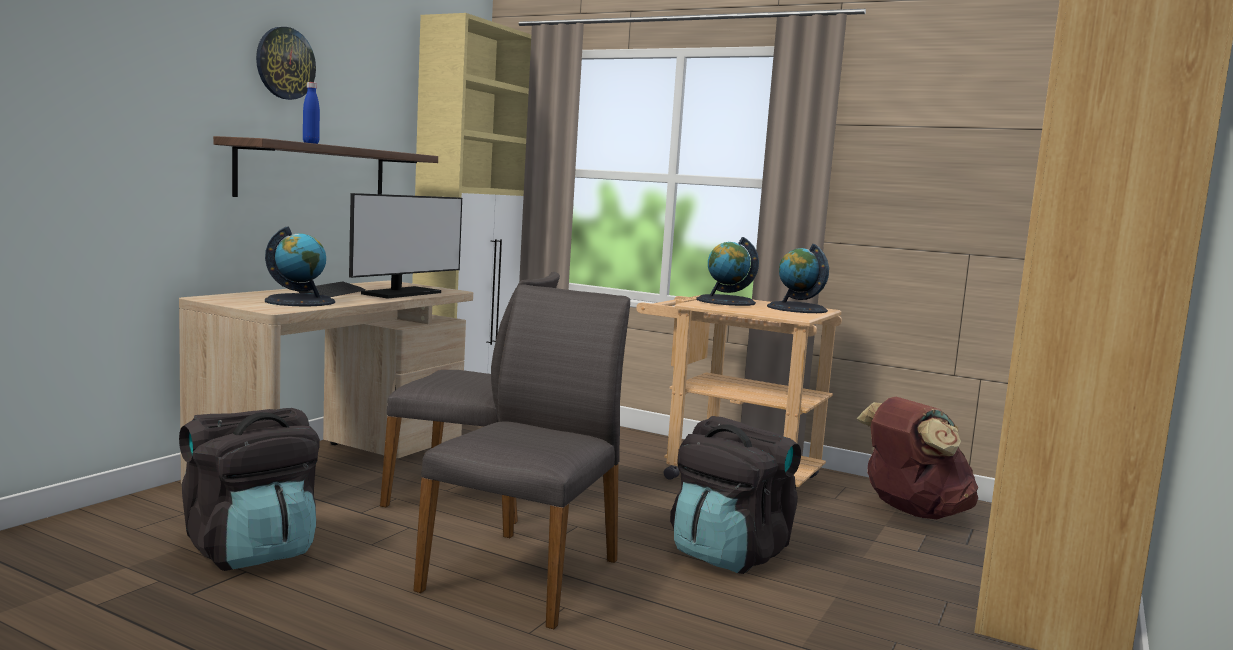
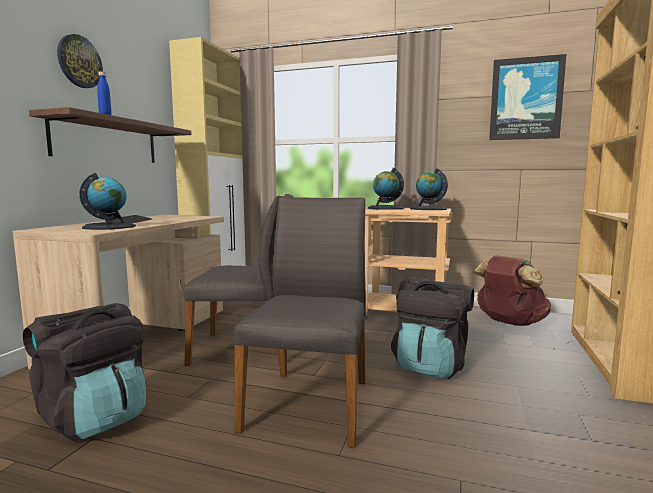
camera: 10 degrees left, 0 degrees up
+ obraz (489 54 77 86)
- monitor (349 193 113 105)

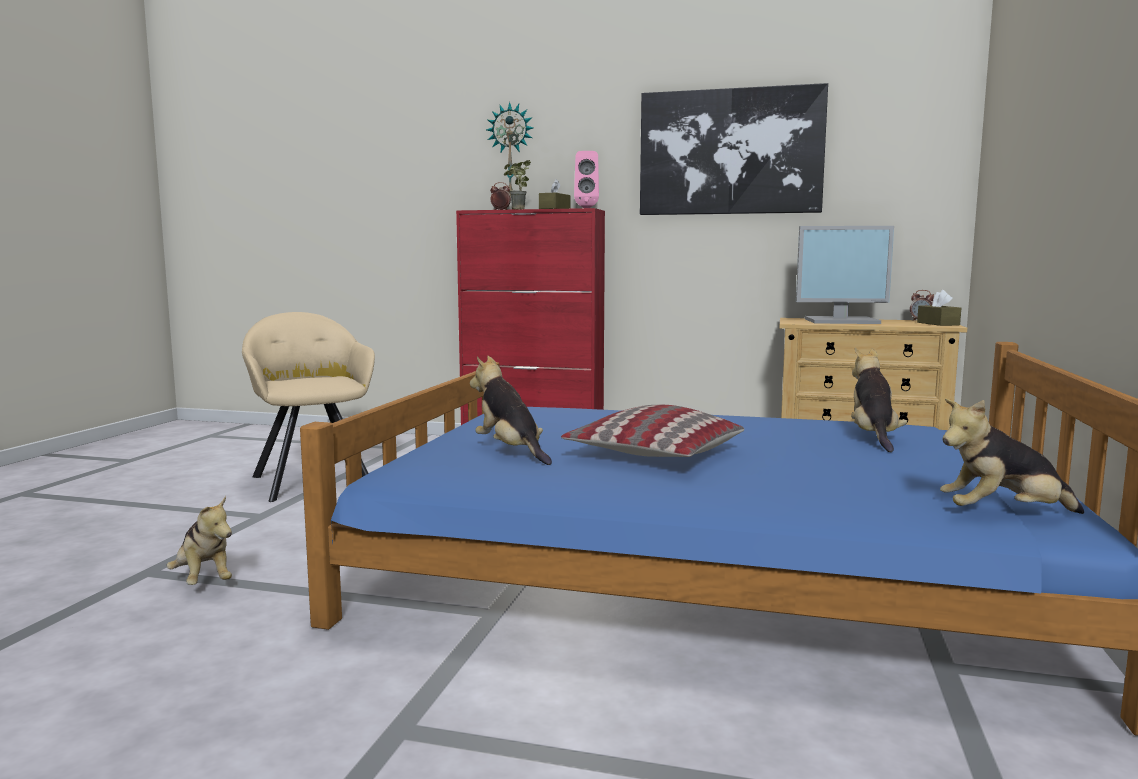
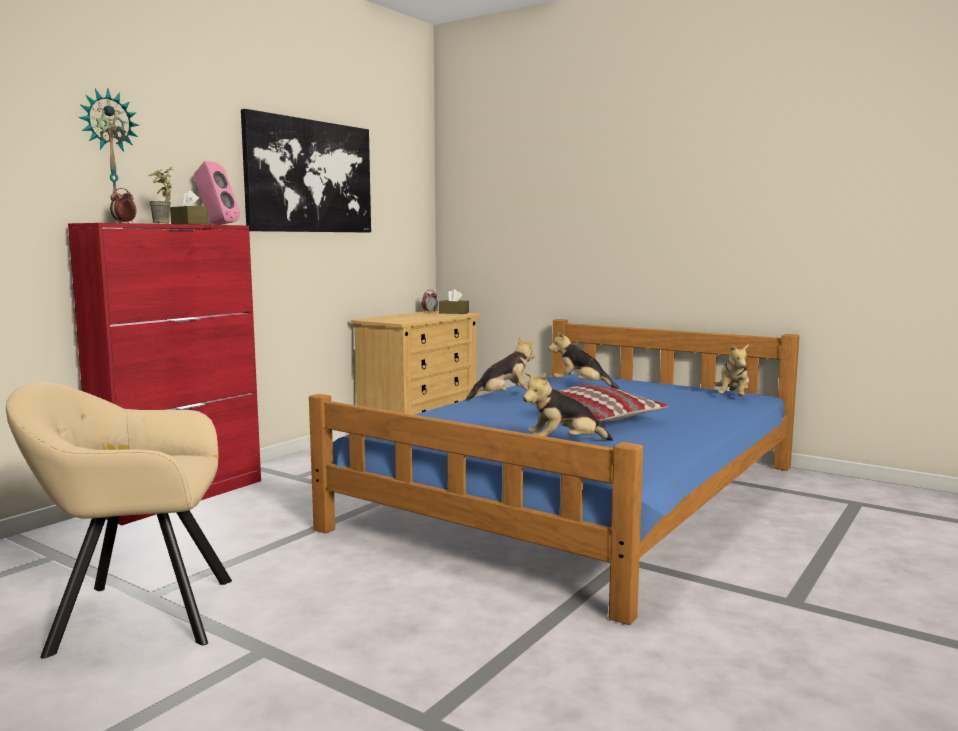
camera: 70 degrees left, 0 degrees up
~ pluszak (167 496 65 89) to (465 337 70 64)
- monitor (796 226 98 98)

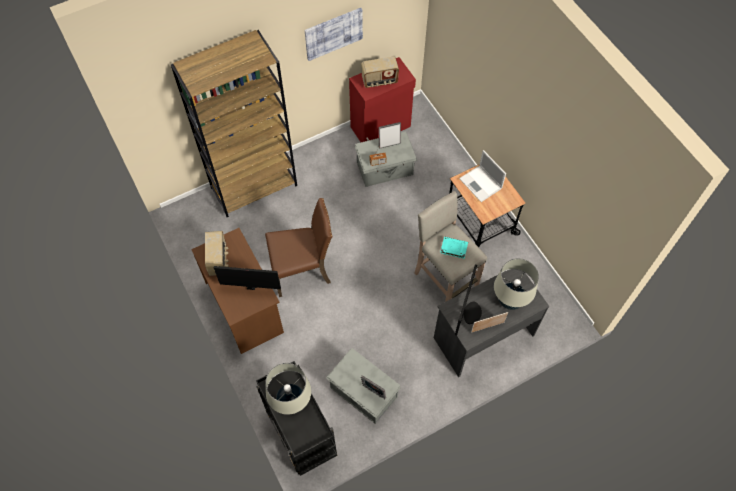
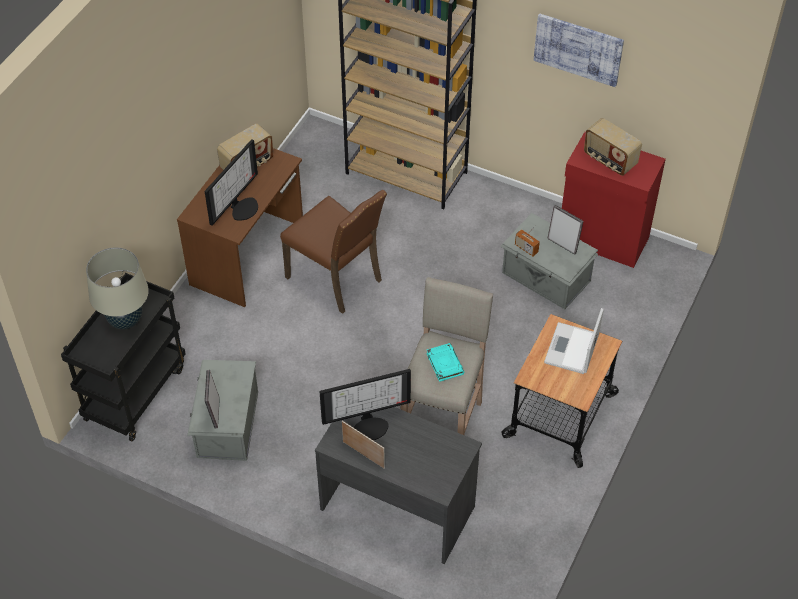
camera: 55 degrees right, 10 degrees down
~ monitor (214 266 67 24) = (205 139 53 86) 60 degrees clockwise
- lampa stołowa/beżowy (494 258 45 52)

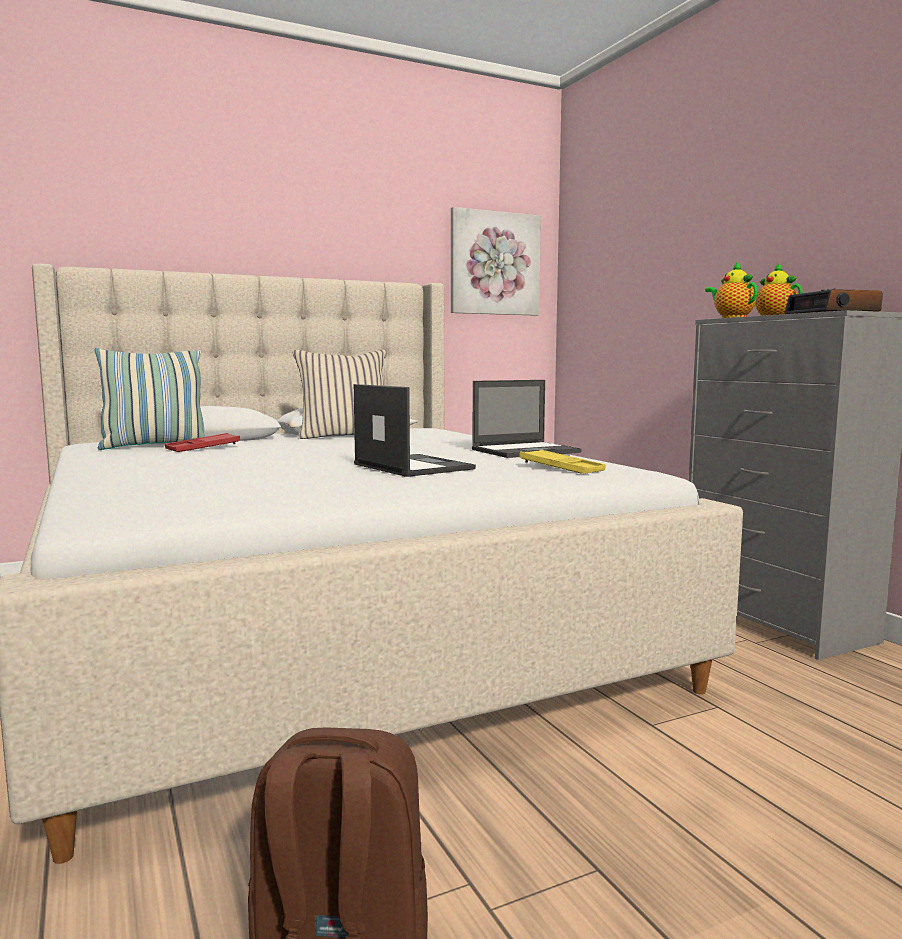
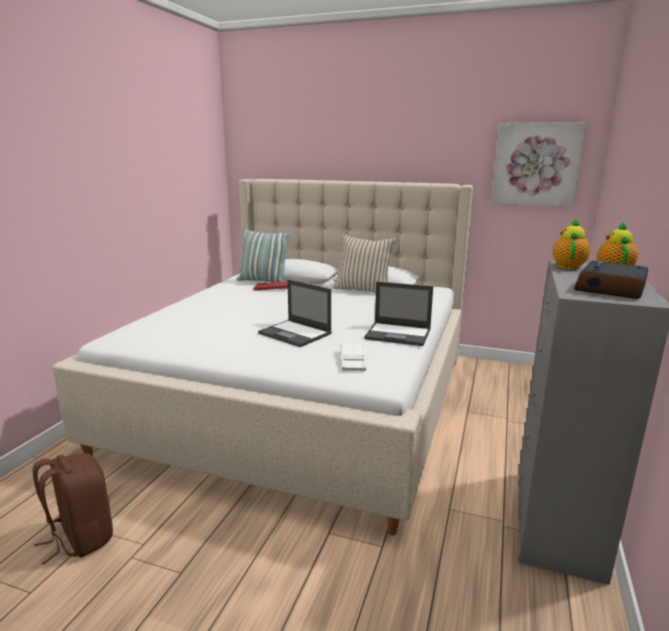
camera: 45 degrees right, 10 degrees up
~ laptop (354 384 122 93) = (258 280 74 67) 120 degrees clockwise
~ taca/żółty (519 450 86 24) to taca/biały (341 342 25 29)

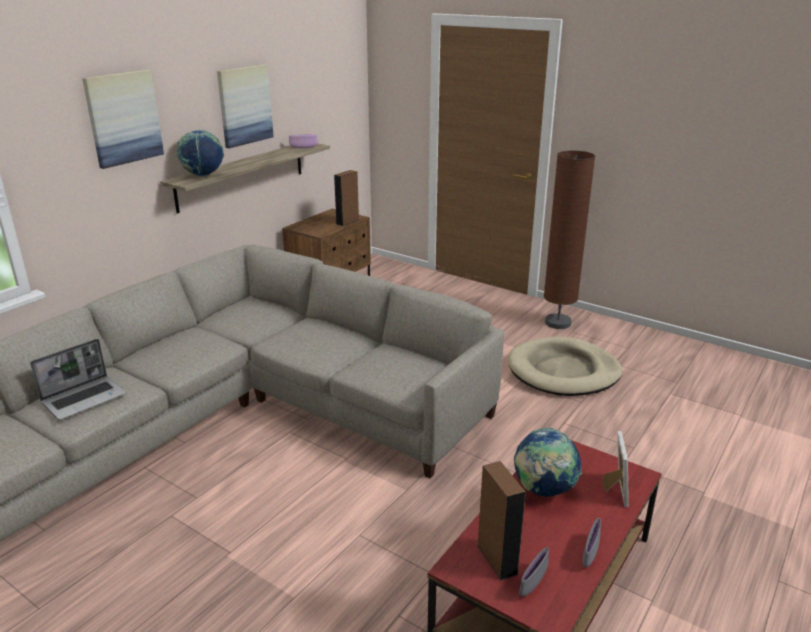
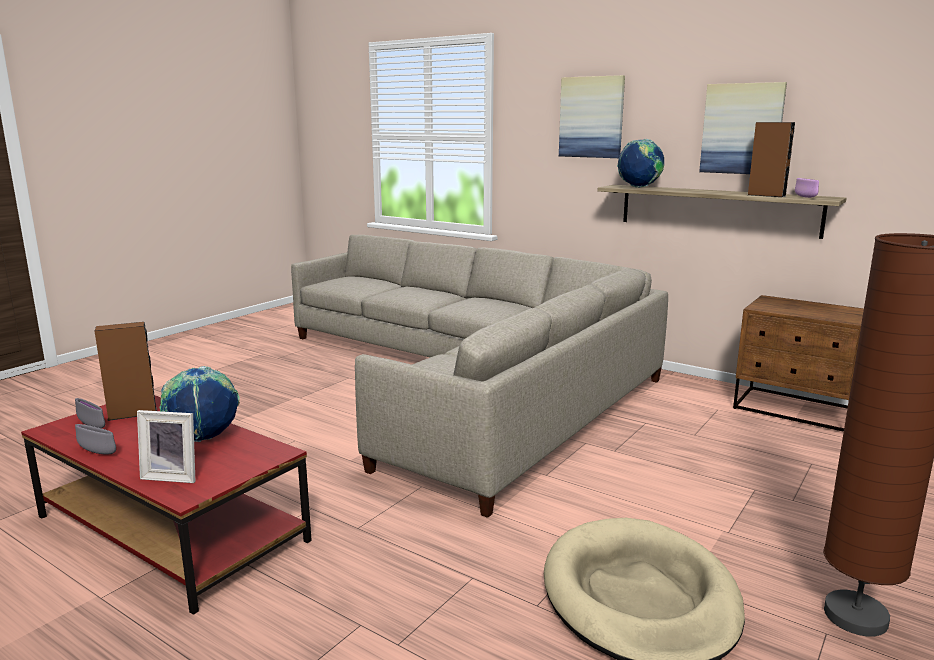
camera: 90 degrees right, 10 degrees down
~ głośnik/brązowy (334 170 25 56) to (748 122 47 75)
- laptop (30 339 96 81)

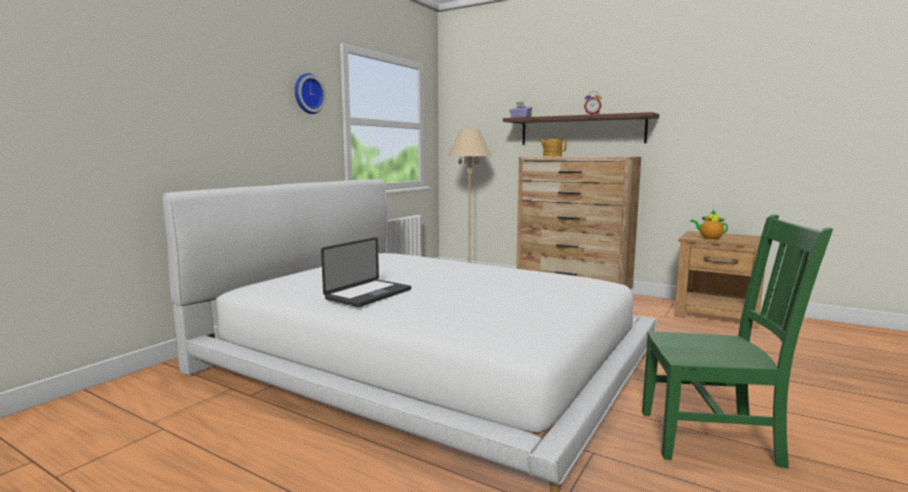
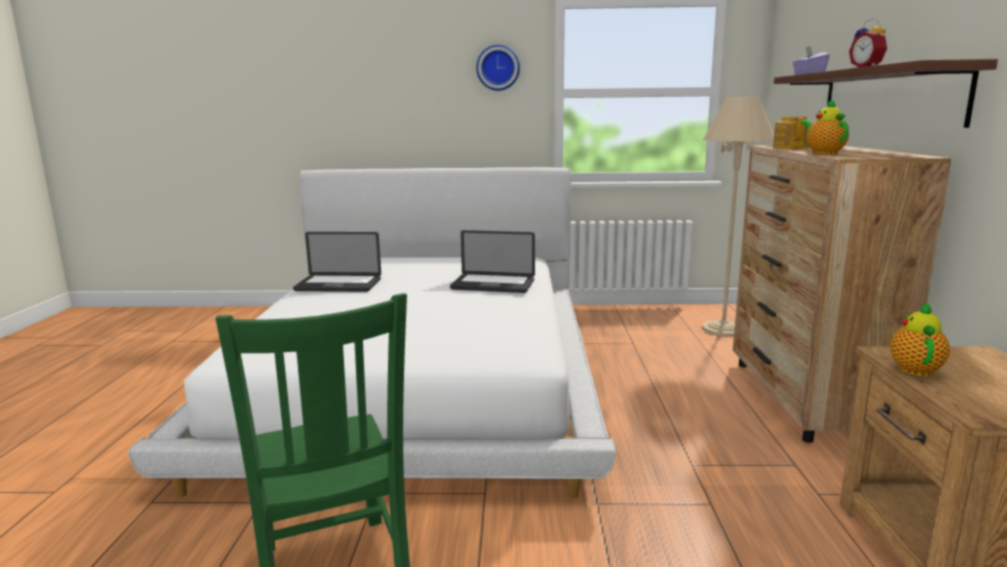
camera: 60 degrees right, 5 degrees up
+ laptop (450 230 85 63)
+ imbryk (801 99 48 56)

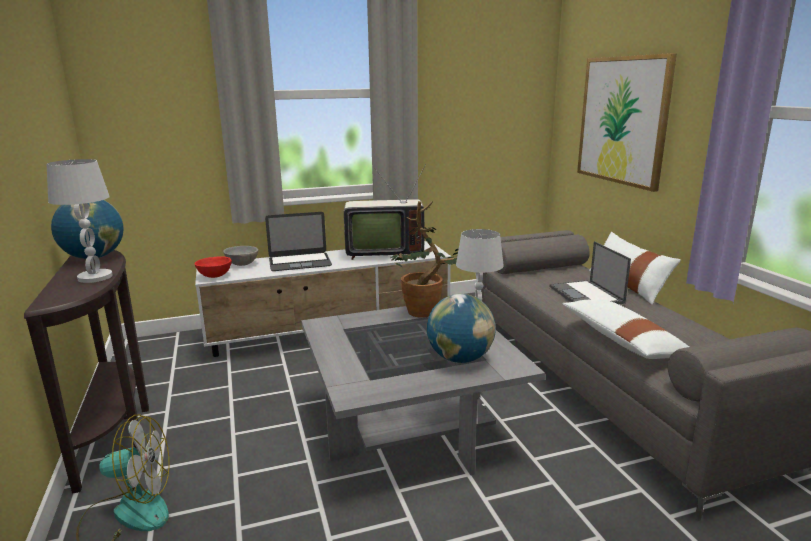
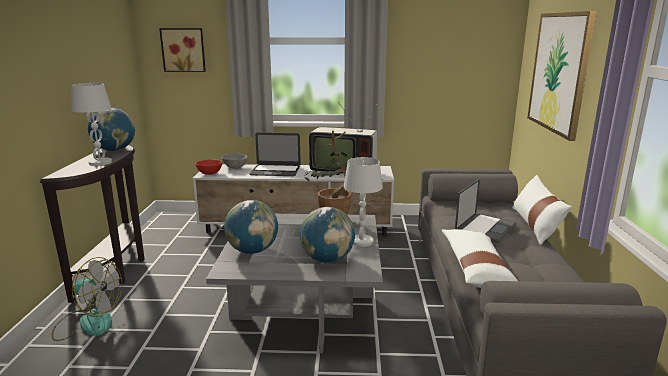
camera: 20 degrees right, 0 degrees up
+ obraz (159 28 47 44)
+ globus (224 200 54 54)
~ laptop (550 241 81 63) = (455 179 62 64) 150 degrees counterclockwise

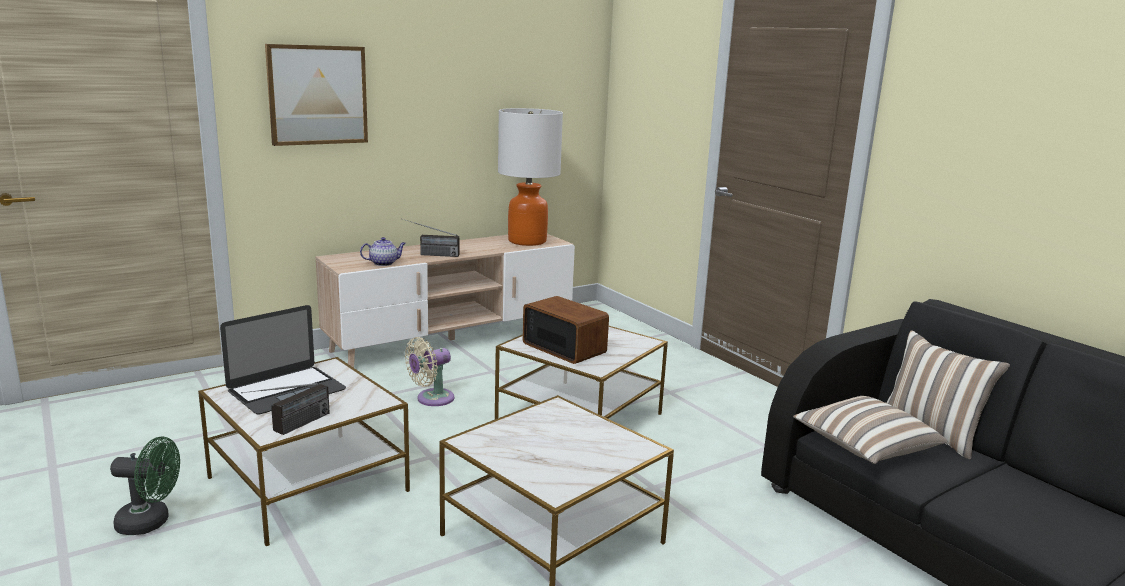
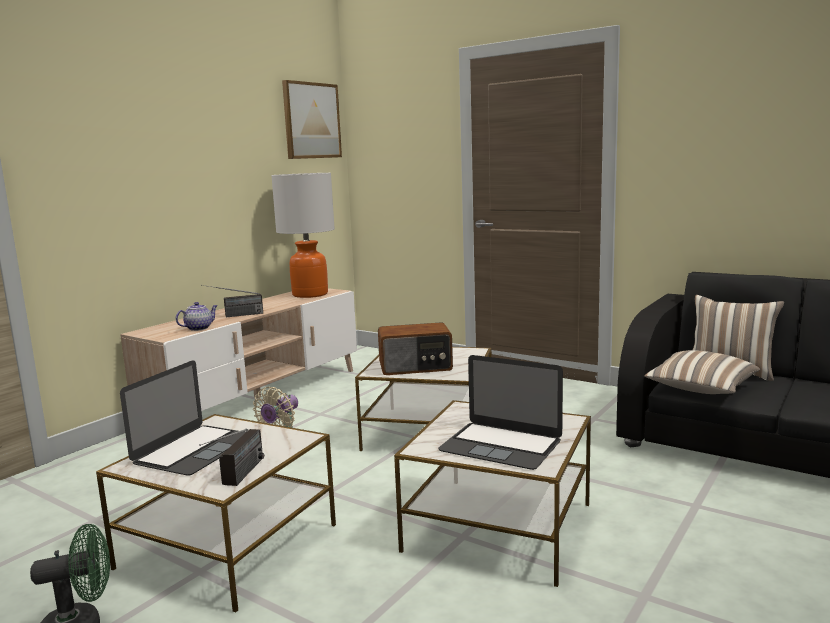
camera: 20 degrees left, 5 degrees down
~ obraz (265 44 103 102) to (282 80 60 79)
~ radio (522 296 87 68) = (378 322 75 53) 150 degrees clockwise
+ laptop (438 355 125 115)

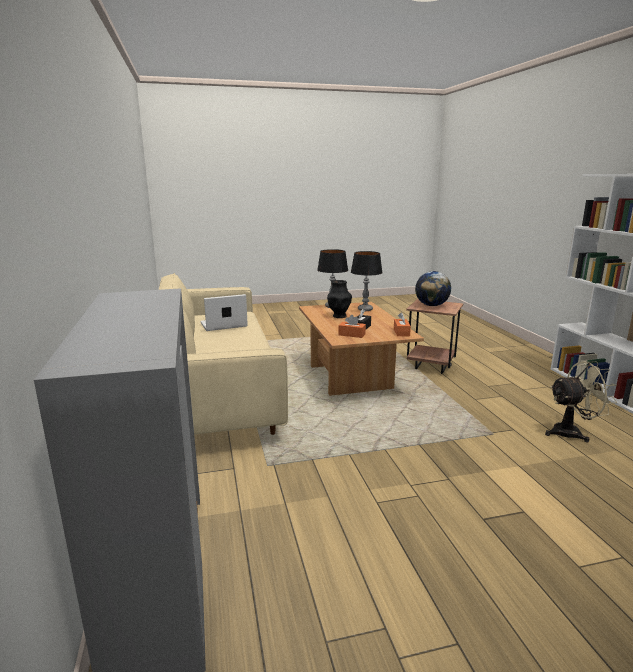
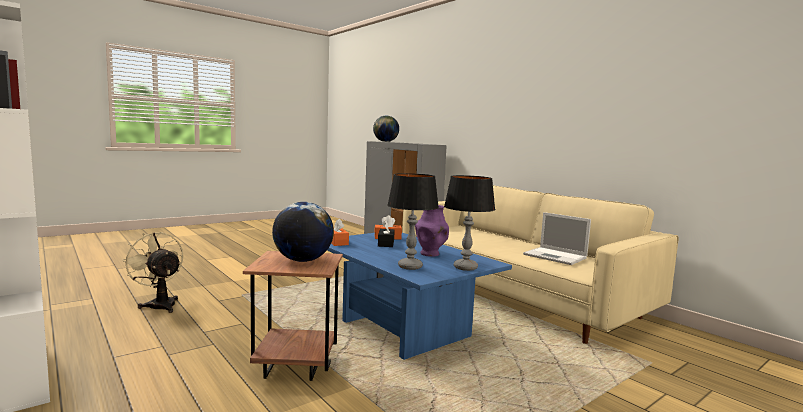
camera: 155 degrees right, 10 degrees down
~ wentylator/beżowy (545 361 72 82) = (122 232 61 81) 75 degrees clockwise
~ ława/brązowy (299 302 125 94) to ława/niebieski (327 233 185 127)
+ globus (373 116 26 26)
~ wazon/czarny (327 280 25 38) to wazon/fioletowy (415 205 34 52)
~ laptop (201 294 47 37) = (523 212 68 53) 90 degrees clockwise

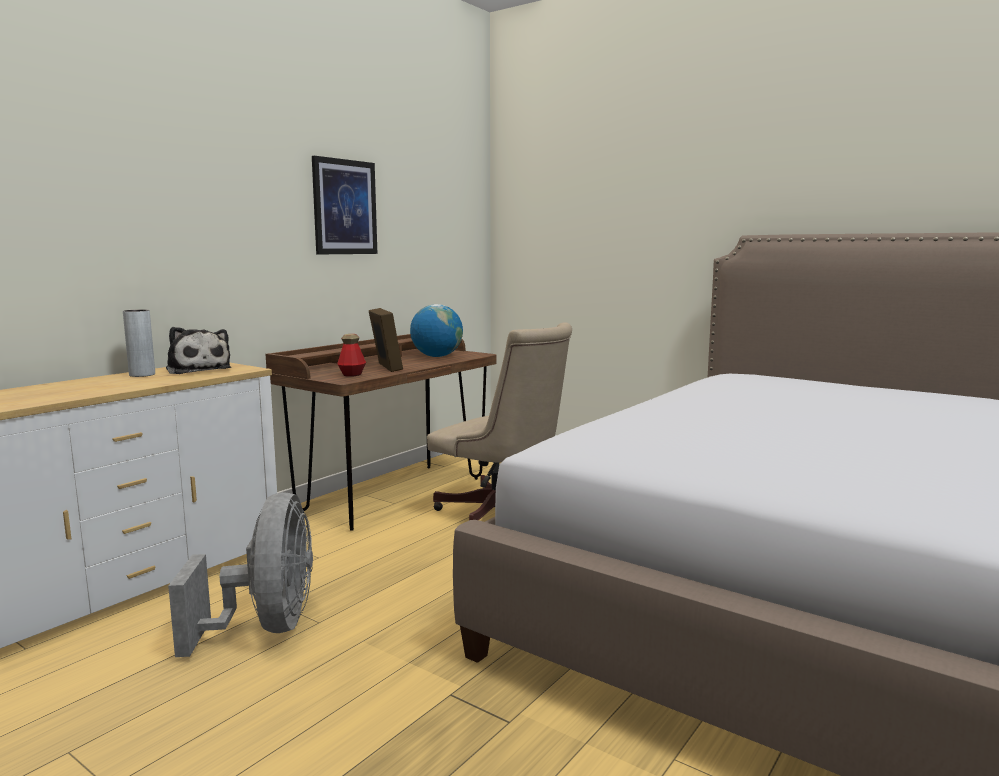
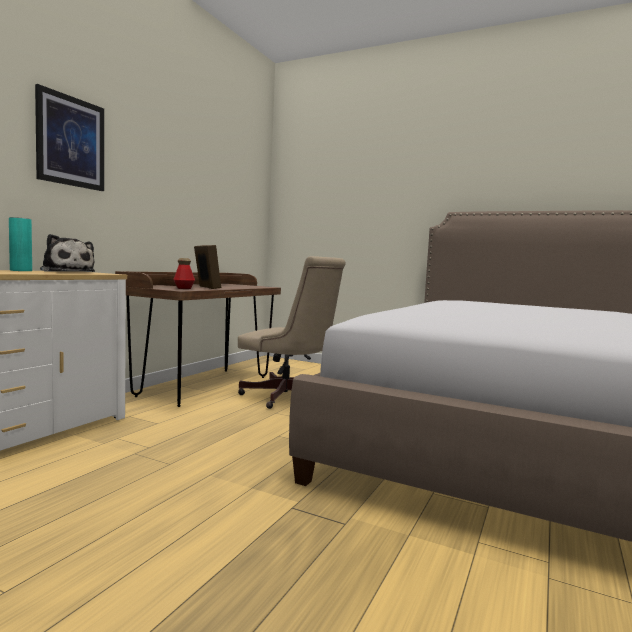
camera: 10 degrees left, 5 degrees down
~ wazon/szary (123 309 32 68) to wazon/turkusowy (9 217 23 54)
~ obraz (312 156 65 98) to (35 84 69 107)
- wentylator/szary (168 492 145 165)
- globus (410 304 53 53)

